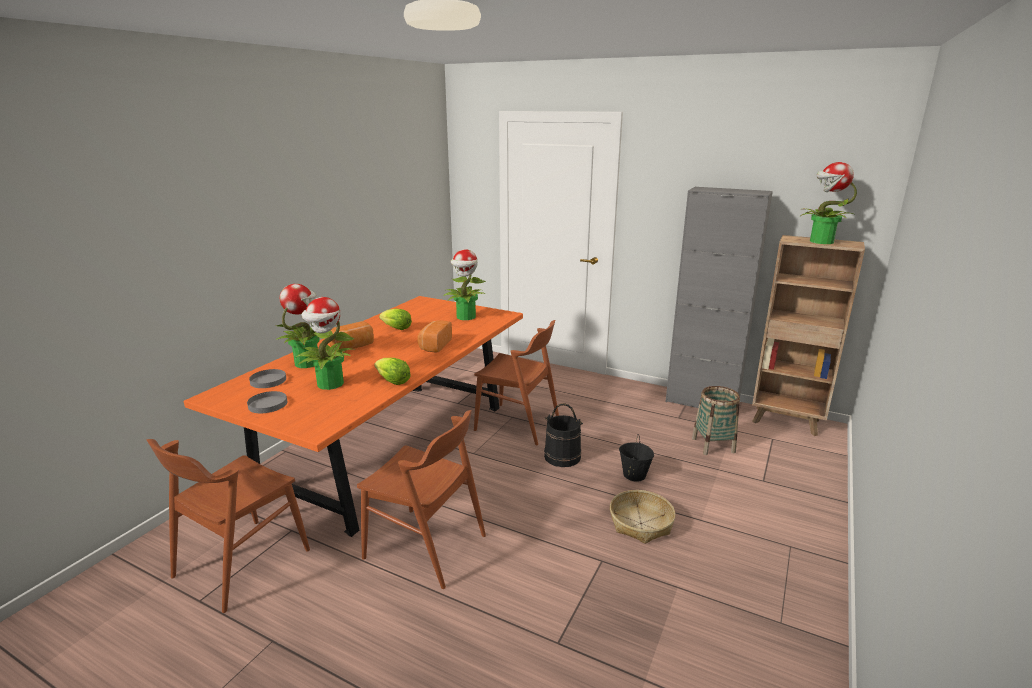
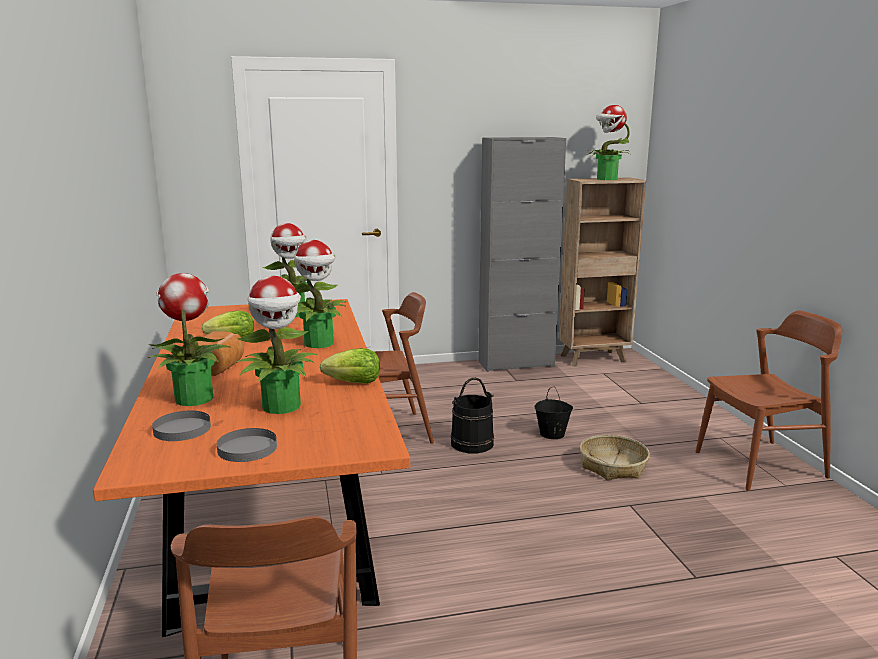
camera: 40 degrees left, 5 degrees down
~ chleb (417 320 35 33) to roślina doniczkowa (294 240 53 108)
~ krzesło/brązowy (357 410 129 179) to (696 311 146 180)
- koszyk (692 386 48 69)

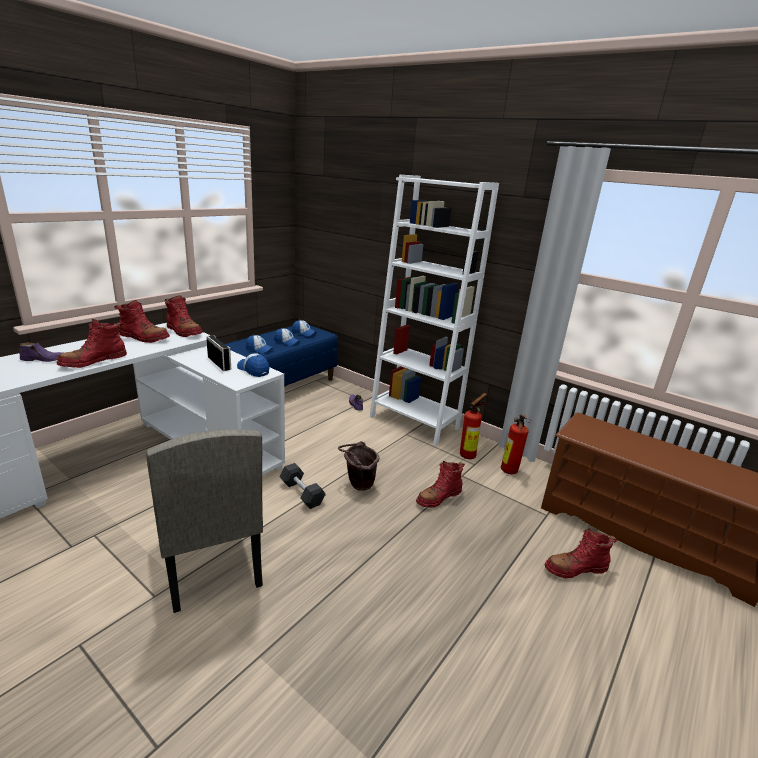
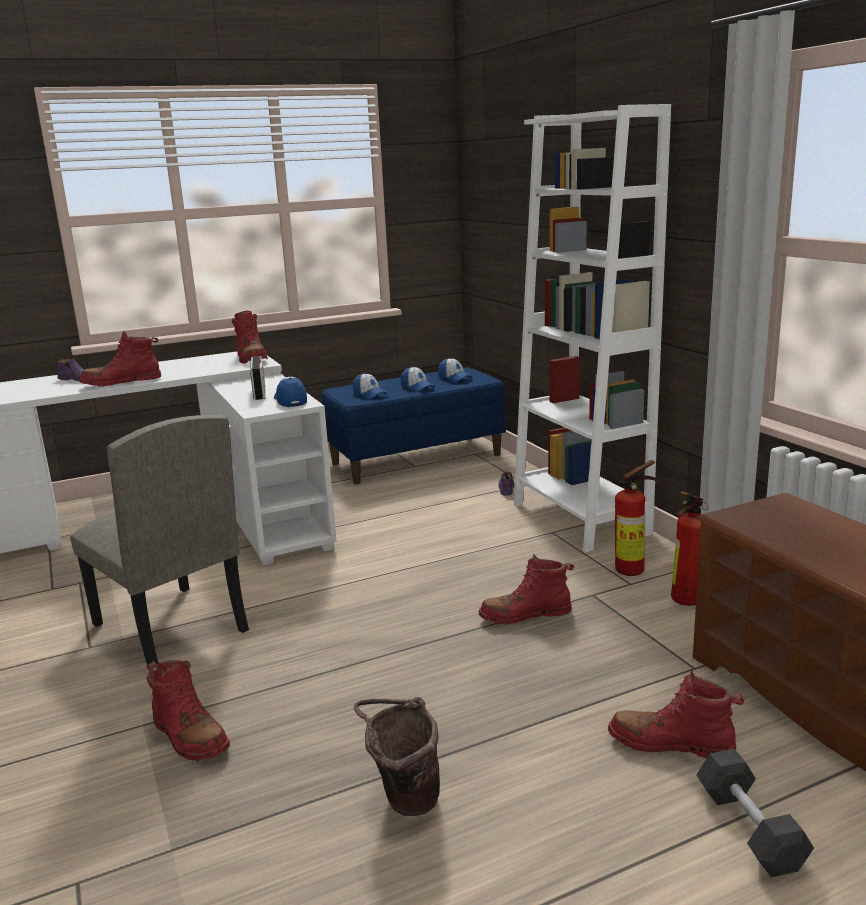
camera: 30 degrees right, 5 degrees down
~ krzesło/beżowy (146 429 117 184) = (70 415 179 250) 45 degrees counterclockwise
~ but z cholewką/czerwony (114 300 56 43) to (146 661 84 100)
~ wiadro/brązowy (338 441 42 50) to (354 697 86 119)
~ hantel/czarny (279 463 47 46) to (696 749 118 129)

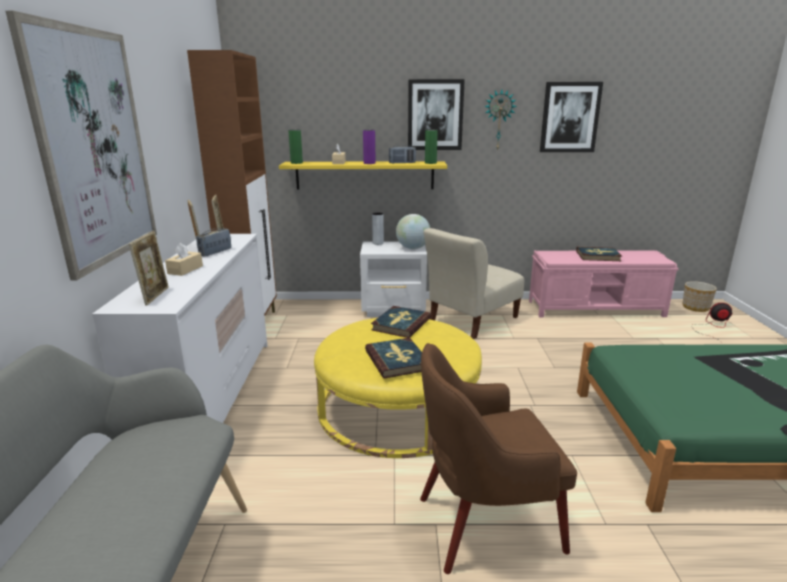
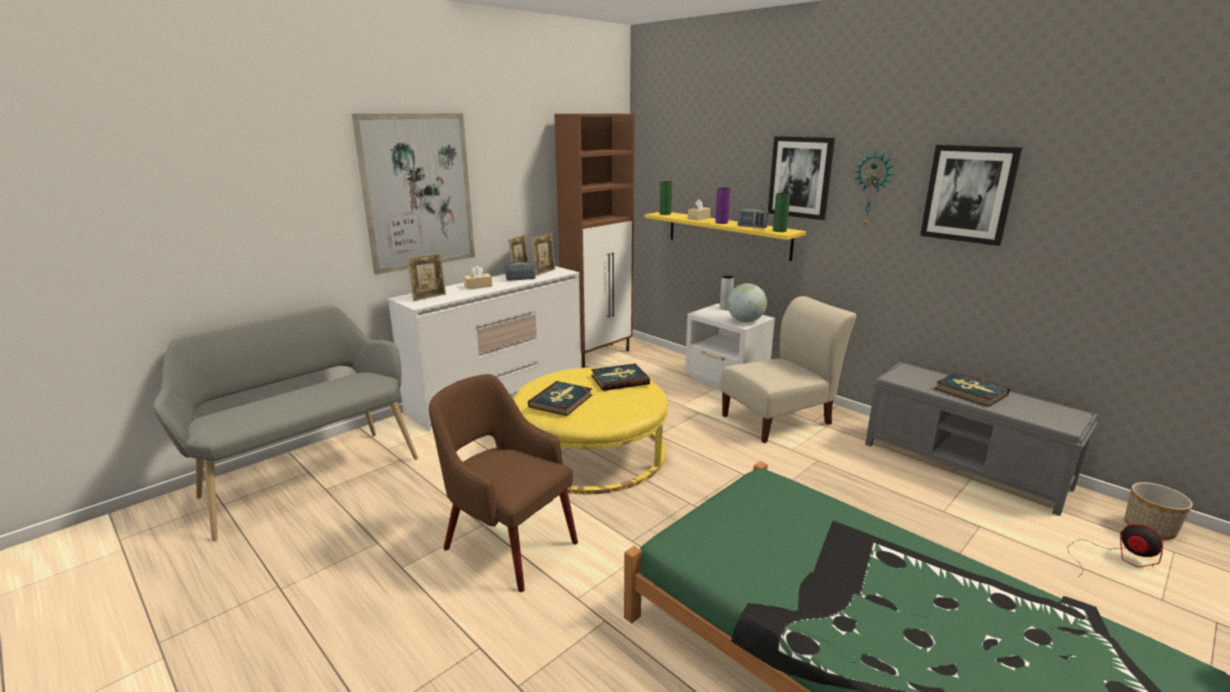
camera: 45 degrees right, 0 degrees up
~ krzesło/beżowy (423 228 101 111) = (720 296 136 147) 150 degrees clockwise
~ ławka/różowy (529 250 150 67) to ławka/szary (865 362 233 154)

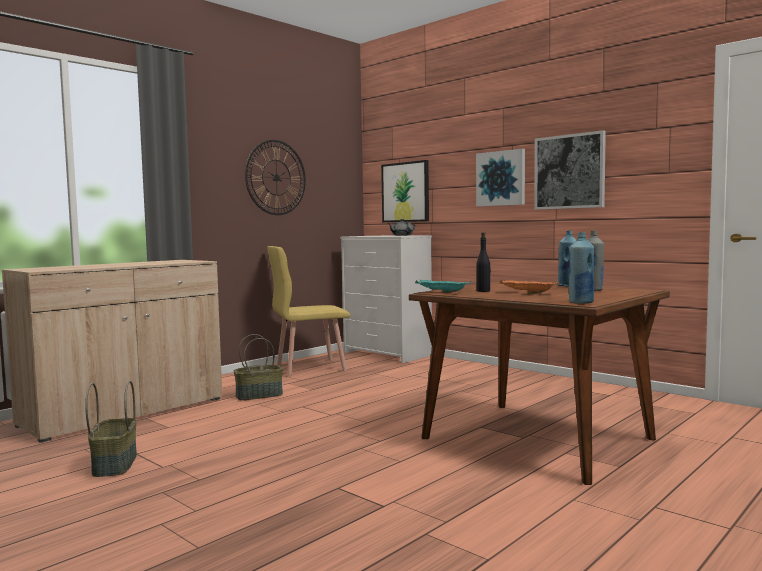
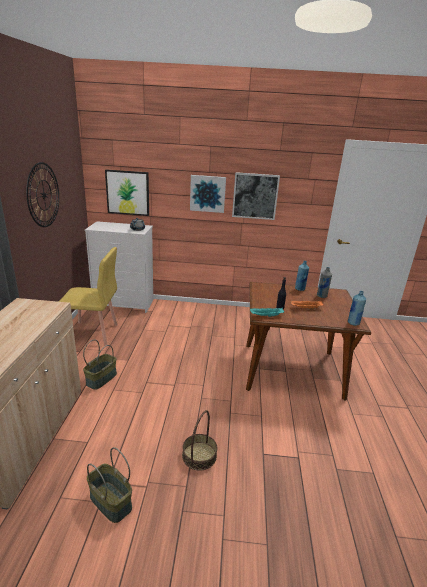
camera: 40 degrees left, 20 degrees up
~ krzesło/żółty (267 246 84 131) = (59 247 59 98) 120 degrees counterclockwise
+ koszyk (182 410 35 61)

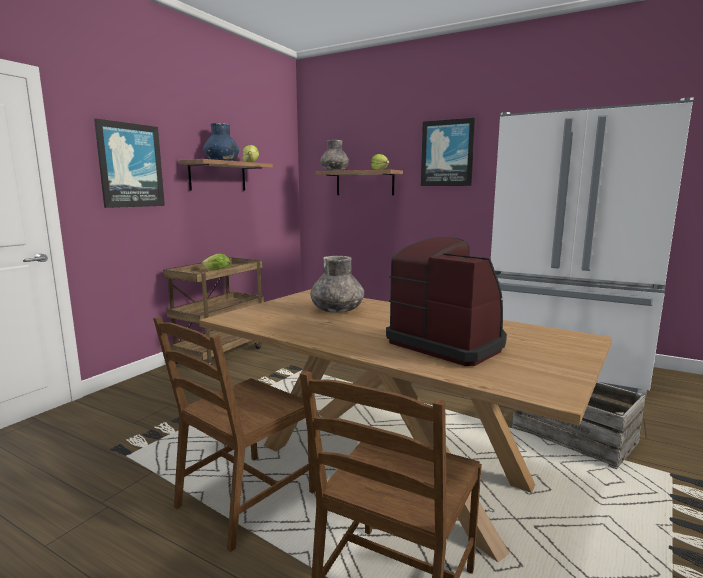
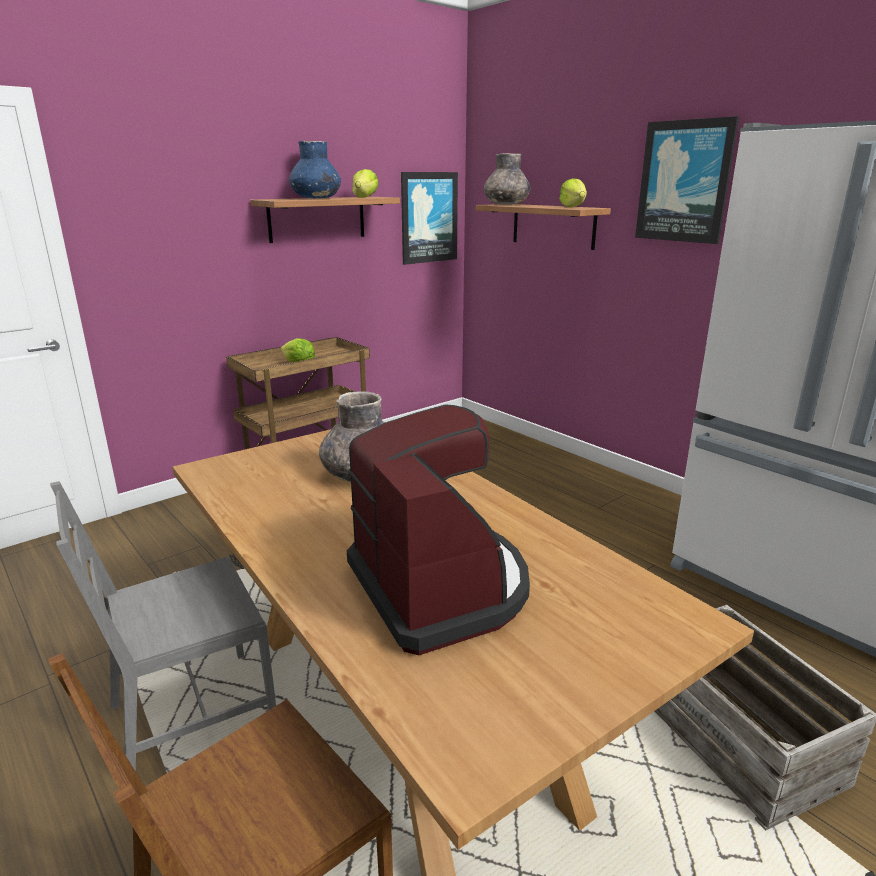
camera: 20 degrees right, 10 degrees up
~ krzesło/brązowy (153 317 163 235) to krzesło/szary (50 481 226 290)
~ obraz (94 118 71 90) to (401 172 57 93)

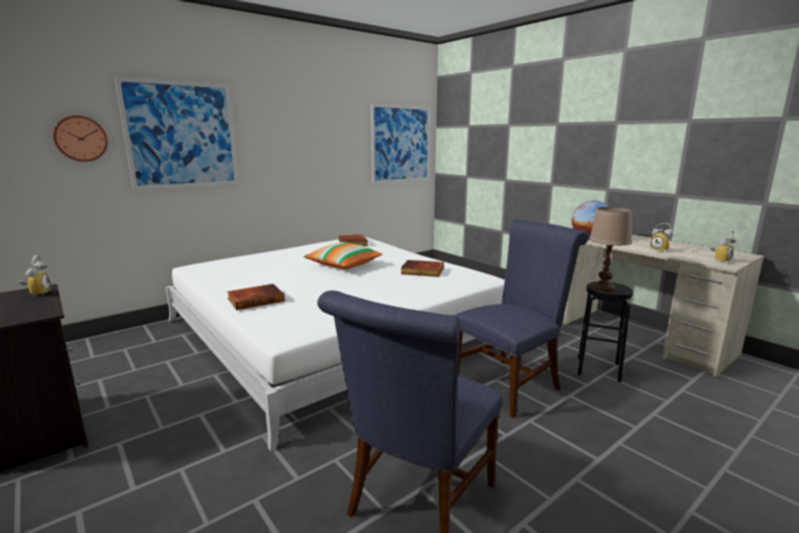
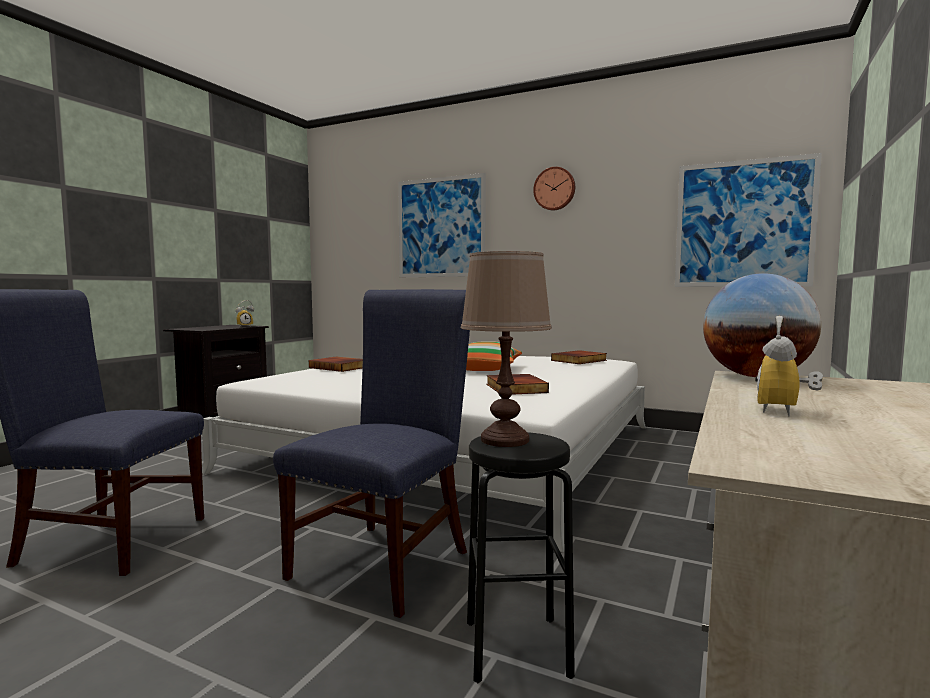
camera: 65 degrees right, 10 degrees down
~ krzesło/niebieski (454 219 135 199) = (273 289 197 329) 90 degrees counterclockwise
~ zegar ścienny (53 115 55 47) to (533 167 42 43)
- budzik (710 230 26 32)

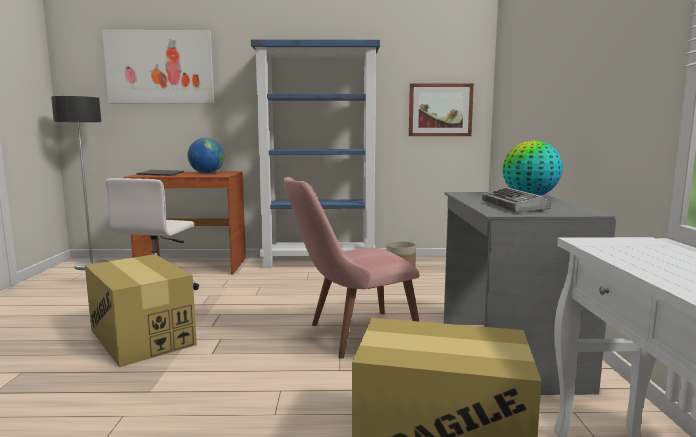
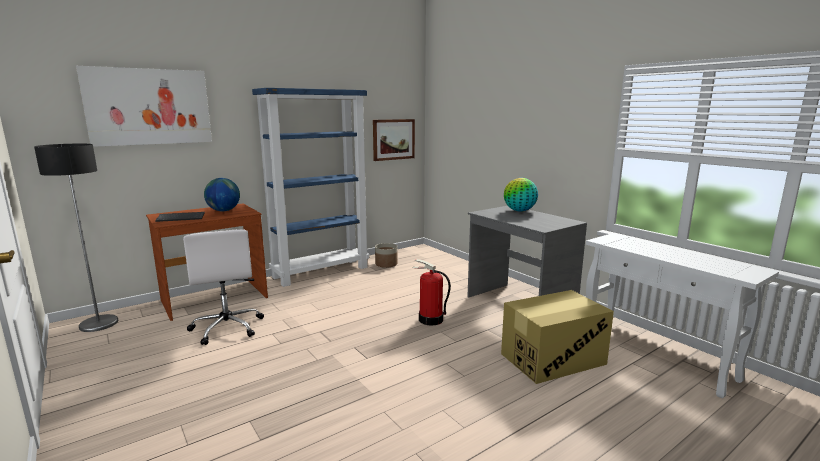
camera: 35 degrees left, 5 degrees up
~ krzesło/różowy (283 177 137 182) to gaśnica (412 259 39 66)
- karton (85 254 112 113)
- klawiatura (482 187 69 25)

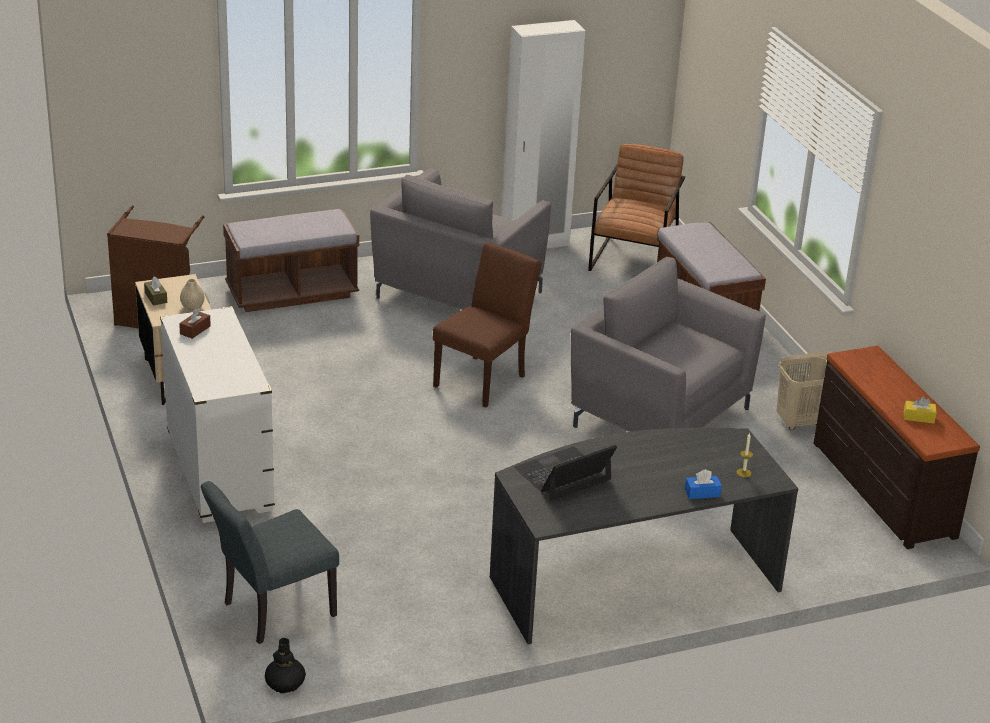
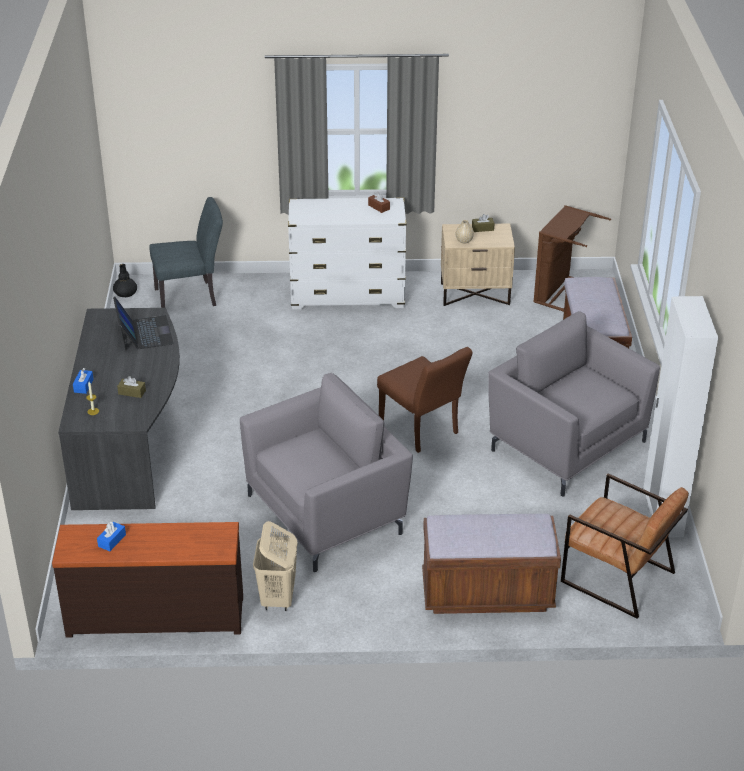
camera: 110 degrees right, 5 degrees up
~ pudełko chusteczek/żółty (904 397 33 26) to pudełko chusteczek/niebieski (97 521 29 30)
+ pudełko chusteczek/brązowy (117 376 29 22)
~ krzesło/szary (201 481 138 163) = (149 197 74 111) 90 degrees clockwise

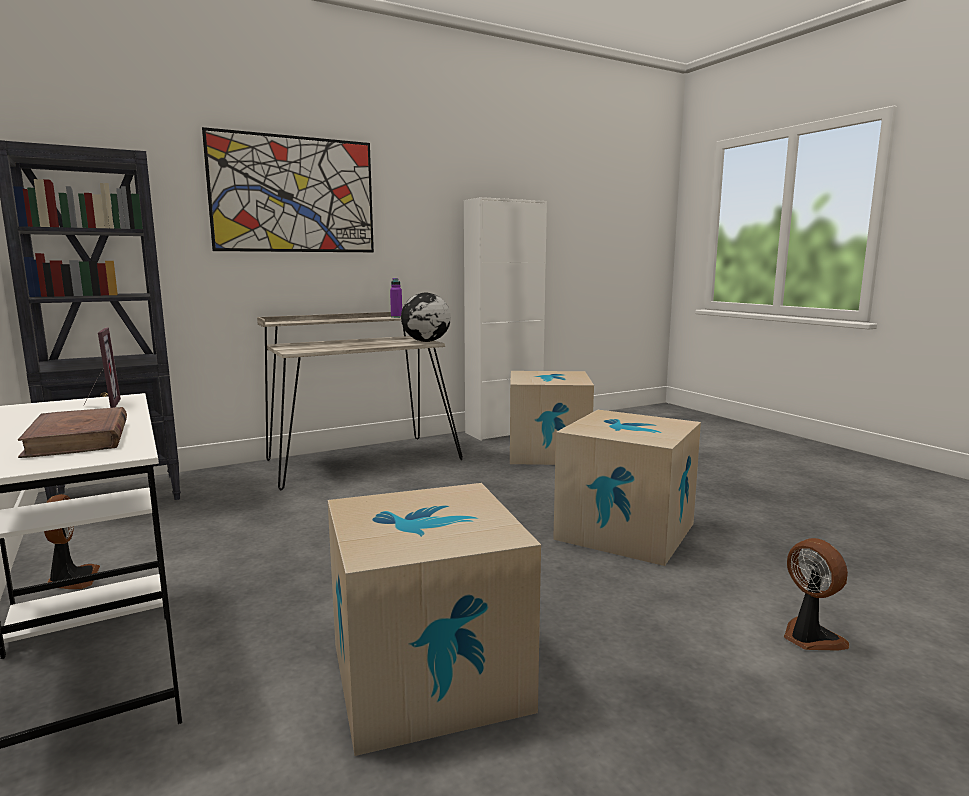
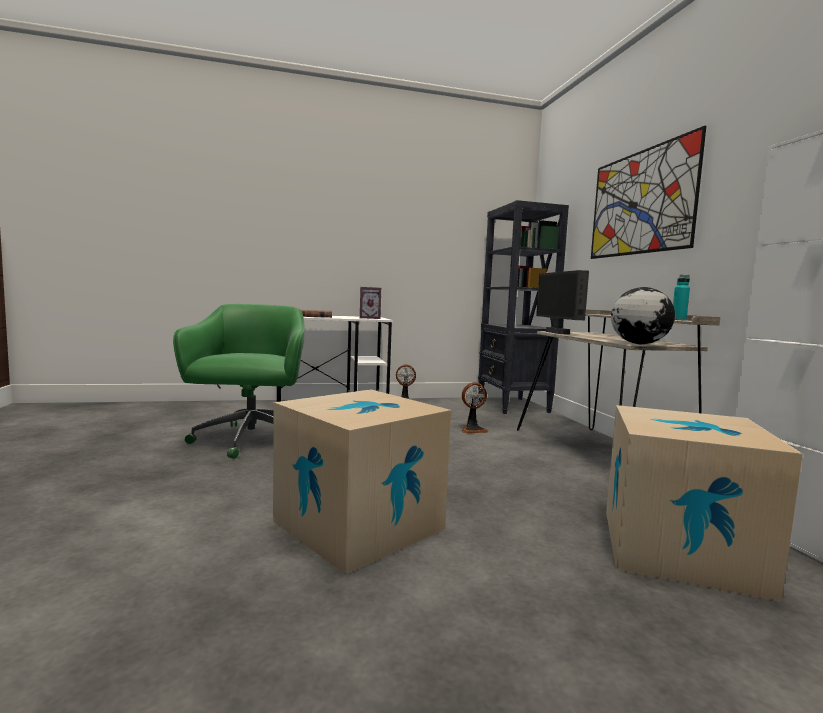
camera: 105 degrees right, 5 degrees down
~ karton (328 483 213 273) to krzesło biurowe/zielony (173 304 131 155)
~ wentylator (784 538 65 113) to (462 382 26 51)
+ monitor (536 270 53 65)
~ butelka/fioletowy (390 278 12 40) to butelka/turkusowy (673 275 17 45)

